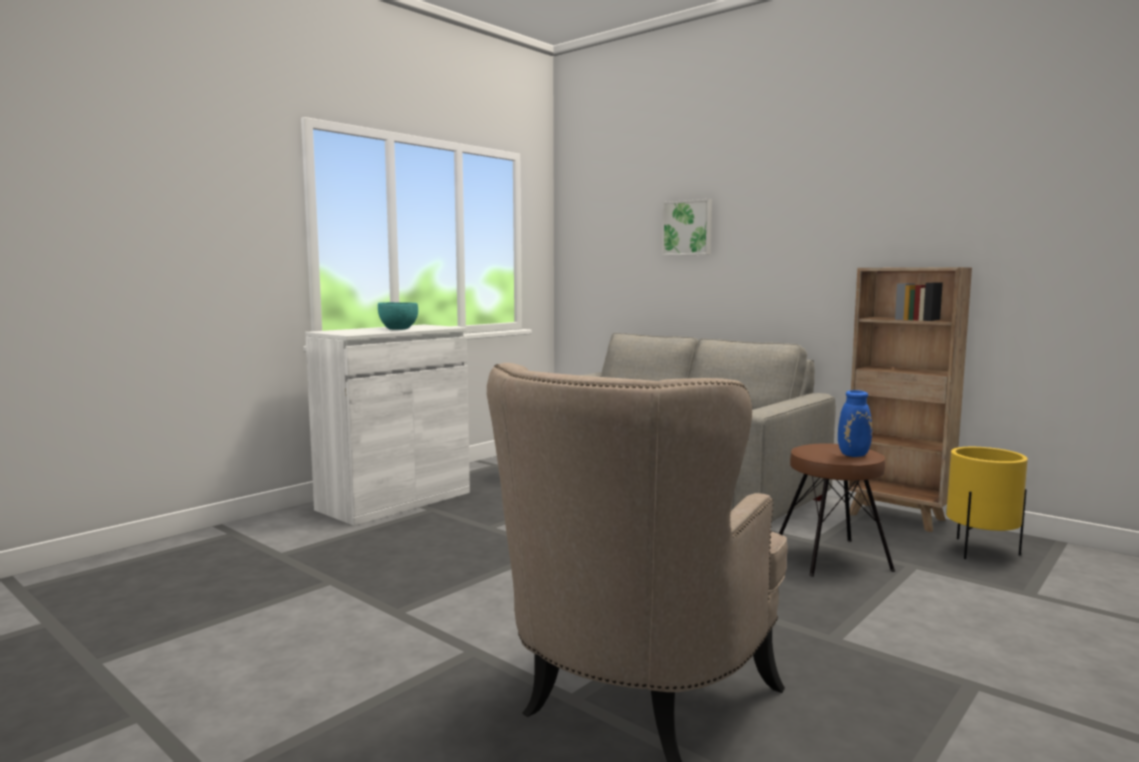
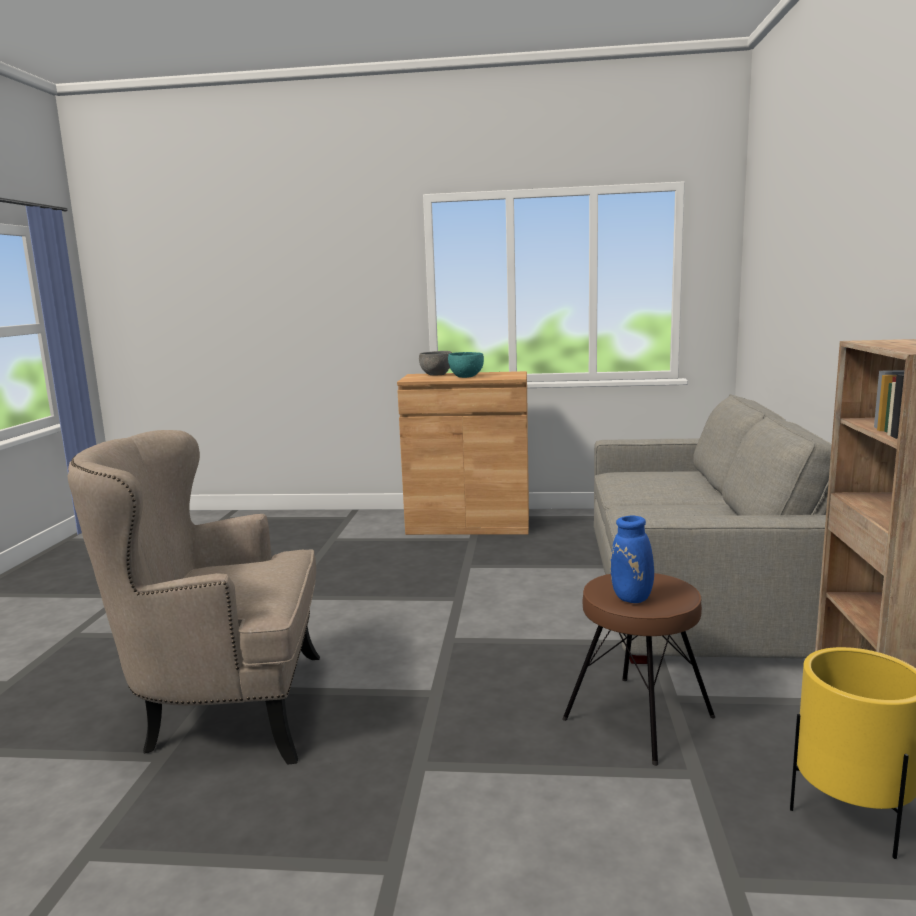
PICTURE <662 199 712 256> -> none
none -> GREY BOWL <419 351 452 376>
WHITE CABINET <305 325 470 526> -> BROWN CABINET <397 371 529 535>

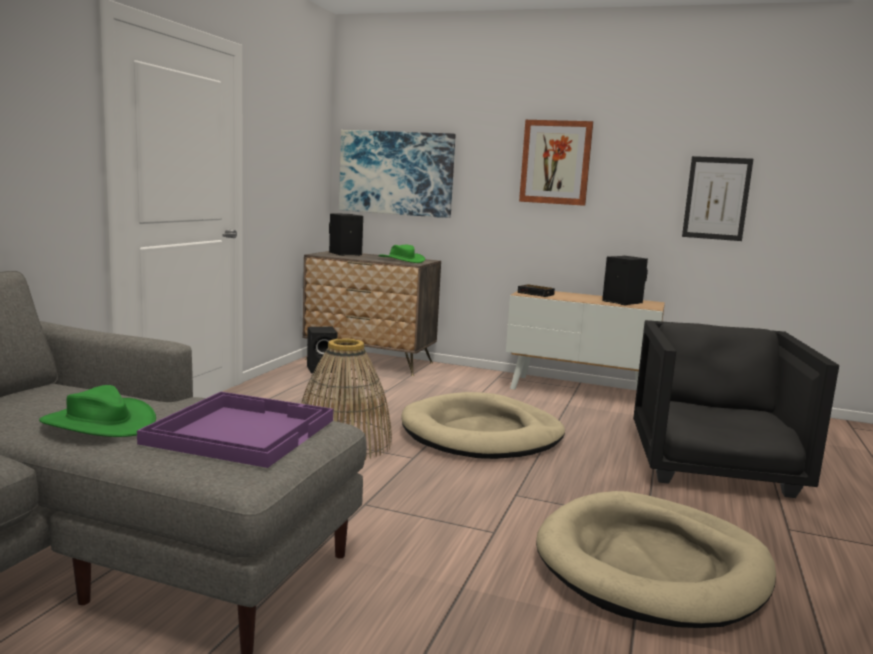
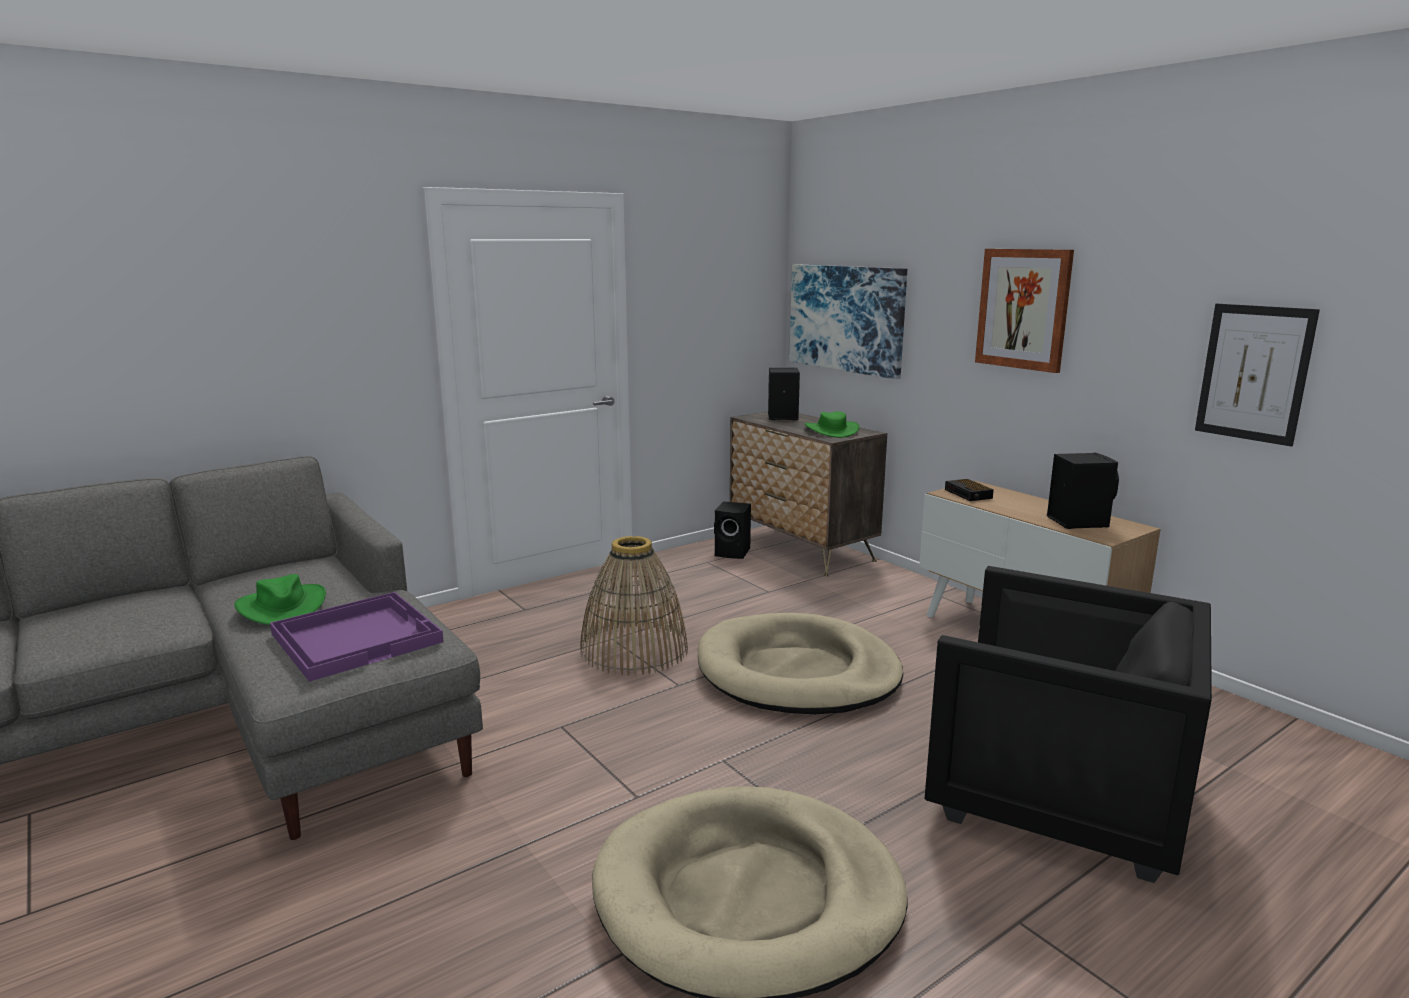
BLACK ARMCHAIR <633 320 839 498> -> BLACK ARMCHAIR <925 566 1212 883>, 75 degrees clockwise

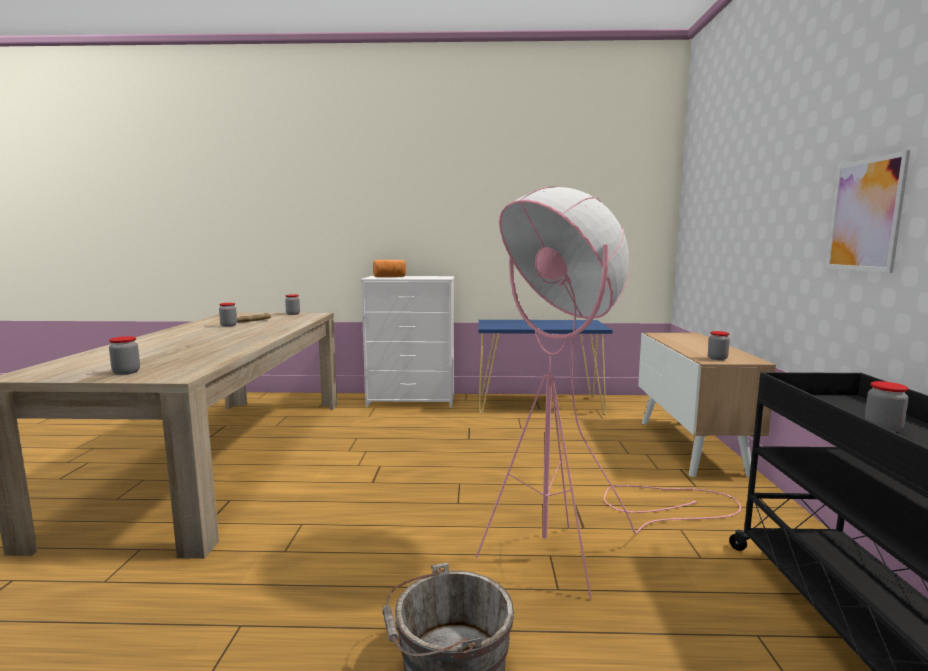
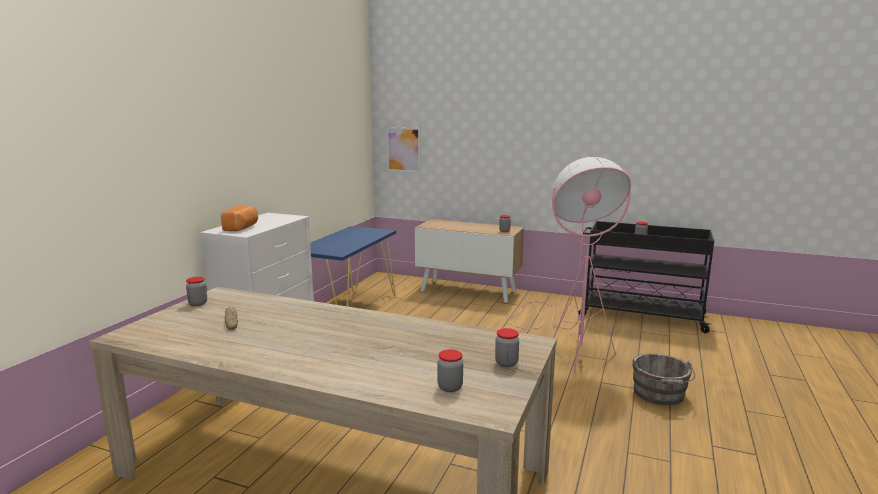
JAR <219 303 237 327> -> JAR <438 349 463 392>, moved
PICTURE <826 150 910 273> -> PICTURE <386 127 421 173>, moved

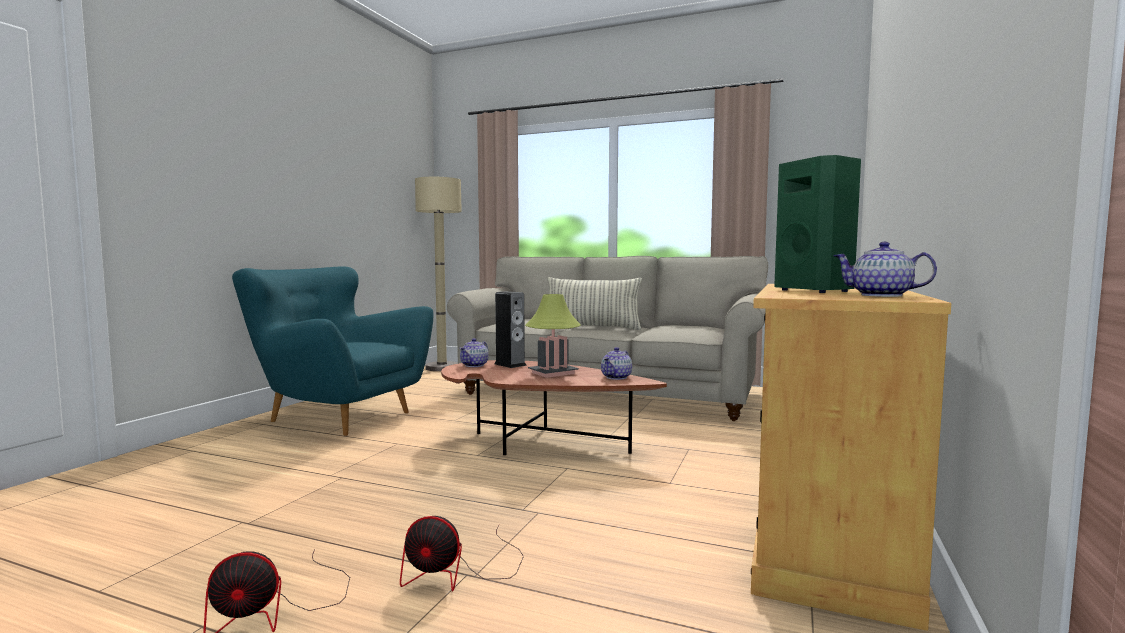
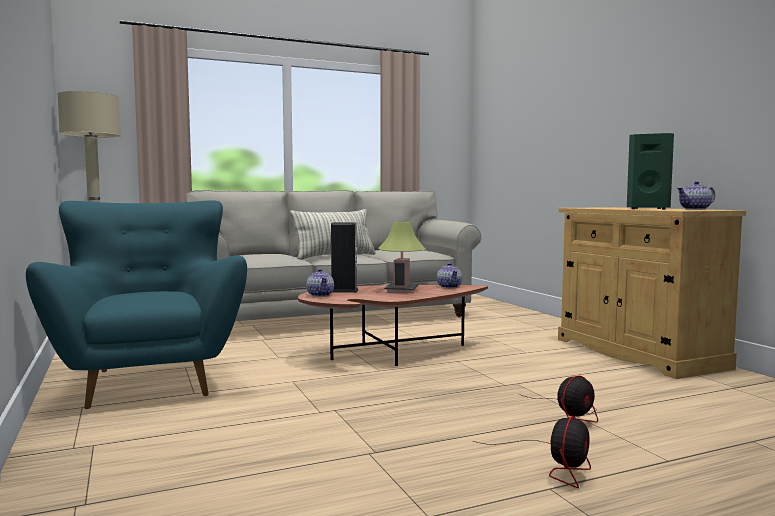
TURQUOISE ARMCHAIR <232 267 433 436> -> TURQUOISE ARMCHAIR <26 200 247 409>, 90 degrees clockwise

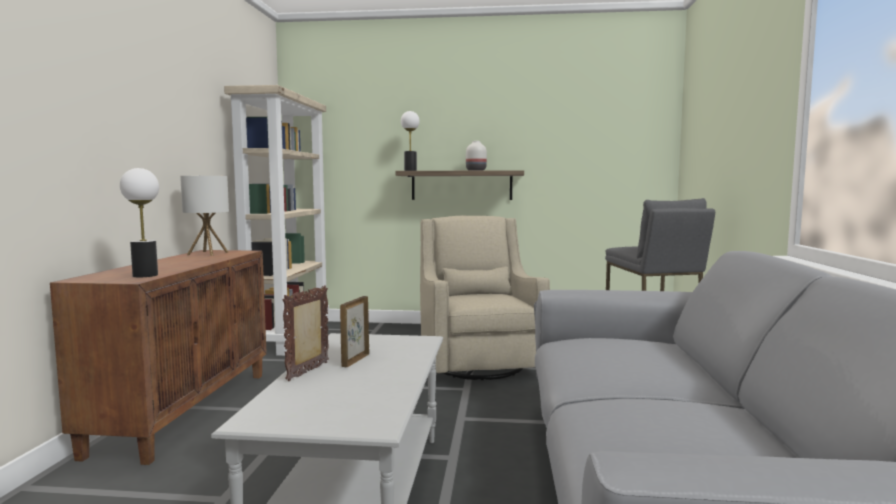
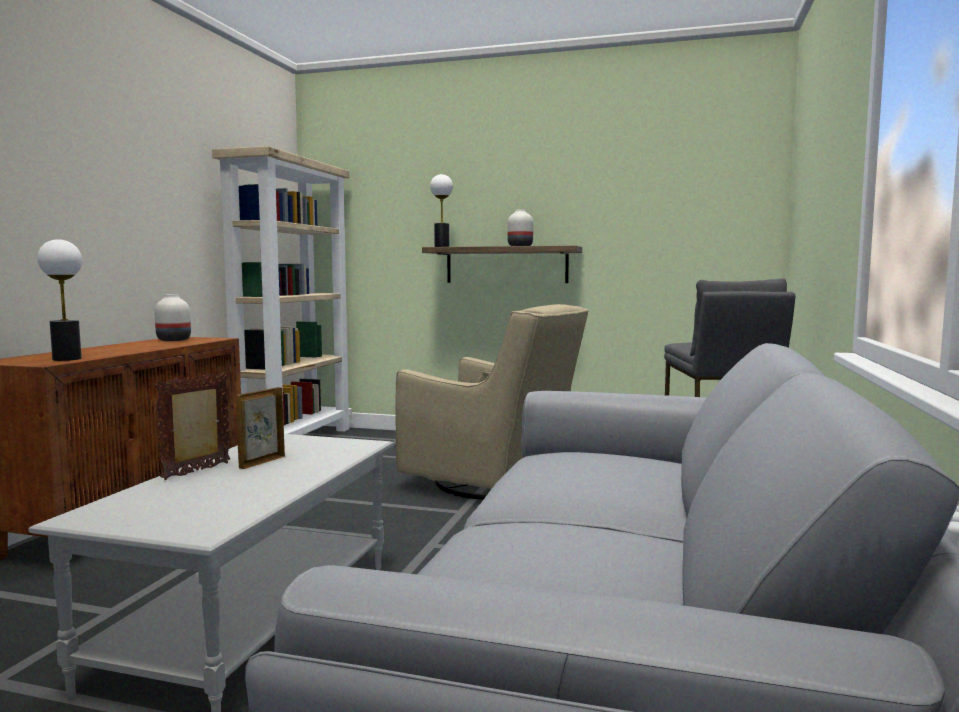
TABLE LAMP <180 176 229 256> -> WHITE VASE <155 294 191 341>
BEIGE ARMCHAIR <420 216 550 380> -> BEIGE ARMCHAIR <395 304 589 500>, 120 degrees clockwise

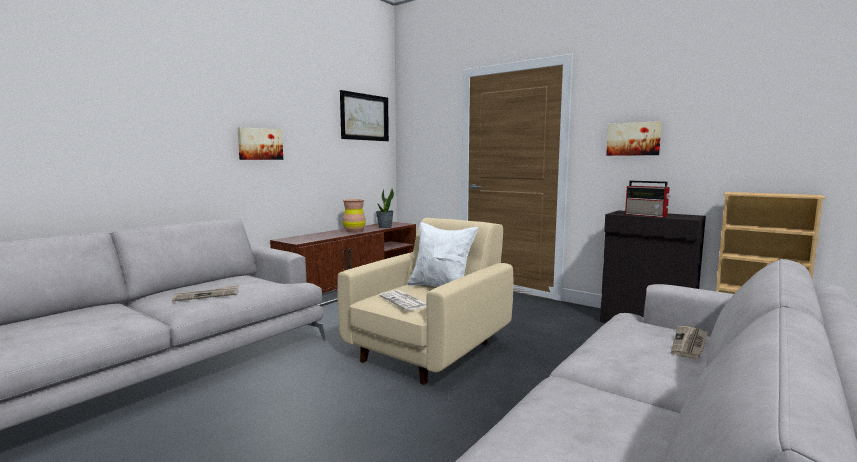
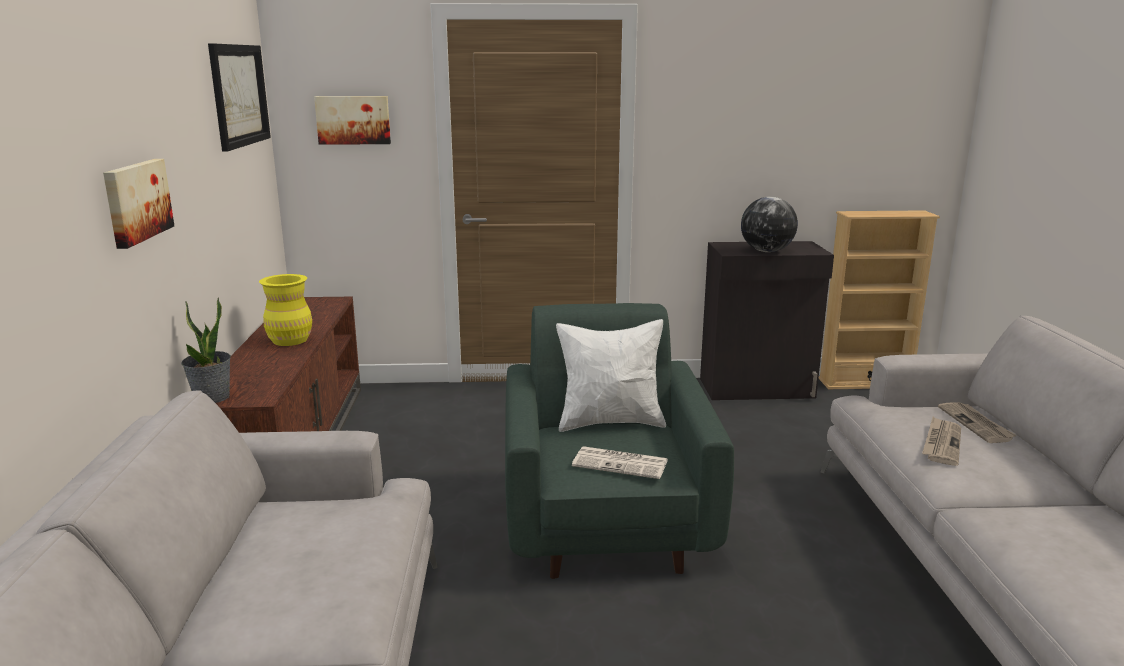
NEWSPAPER <172 285 239 301> -> NEWSPAPER <922 417 961 466>, moved
POTTED PLANT <376 189 394 228> -> POTTED PLANT <181 298 231 403>, moved
PICTURE <606 121 662 156> -> PICTURE <314 96 391 145>, moved
RADIO <625 181 670 218> -> GLOBE <741 197 798 252>
BEIGE ARMCHAIR <337 218 513 385> -> GREEN ARMCHAIR <505 303 734 579>
BROWN VASE <342 199 366 232> -> YELLOW VASE <259 274 312 346>

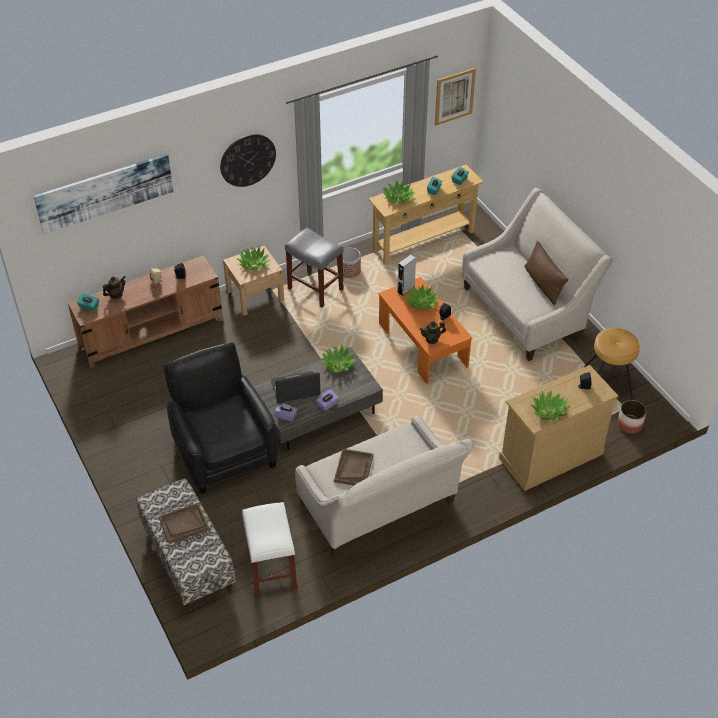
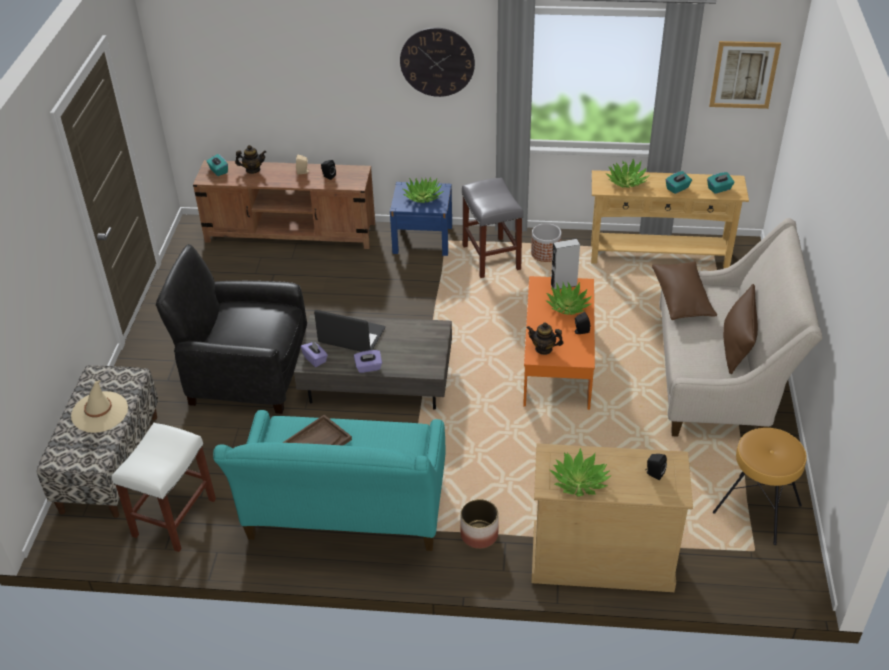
PICTURE <33 154 174 234> -> none
POTTED PLANT <321 345 357 373> -> none
none -> BROWN PILLOW <652 261 717 320>
PLANTER <617 400 647 433> -> PLANTER <460 499 498 549>, moved
BROWN TRAY <159 503 209 544> -> BEIGE HAT <71 380 128 433>
BEIGE NIGHTSTAND <223 246 284 316> -> BLUE NIGHTSTAND <390 182 452 256>
BEIGE SOFA <295 416 474 557> -> TURQUOISE SOFA <213 410 445 551>
BLACK ARMCHAIR <164 343 278 494> -> BLACK ARMCHAIR <156 244 307 414>, 90 degrees counterclockwise

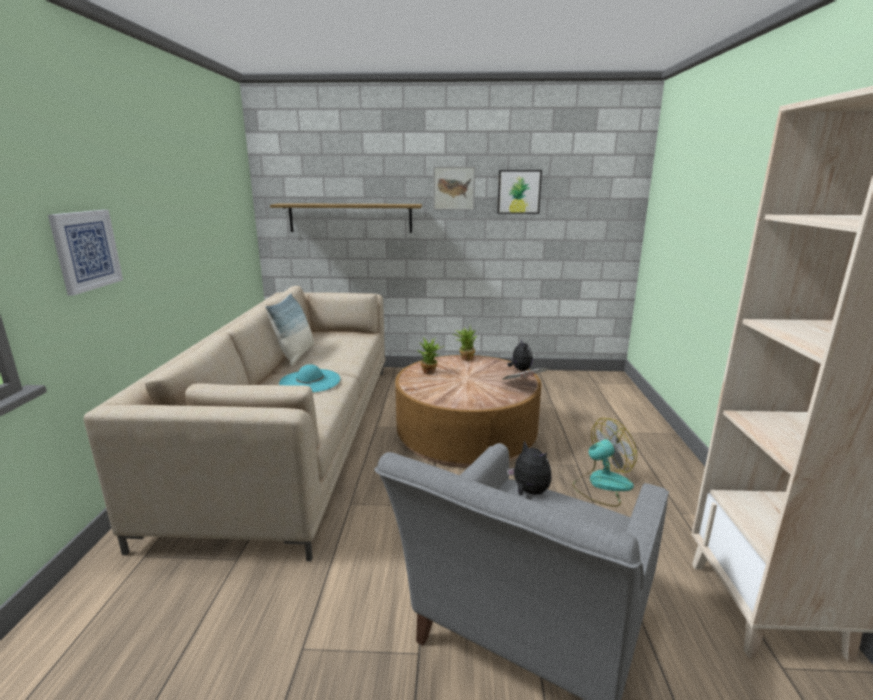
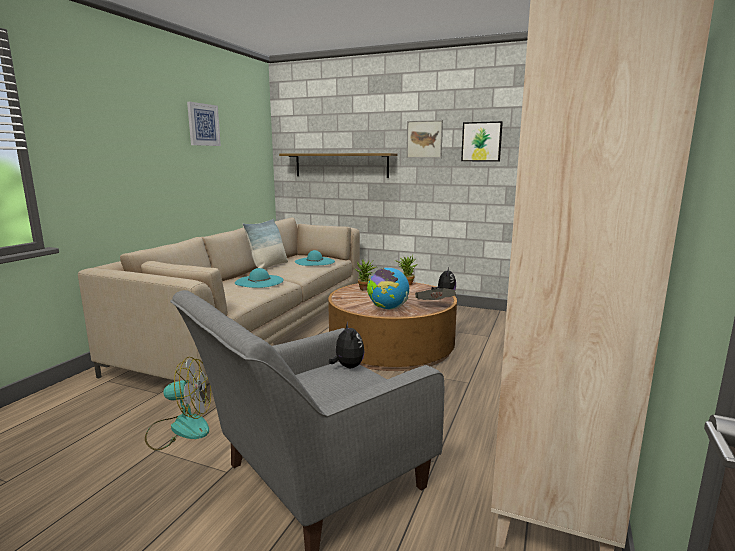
none -> TURQUOISE HAT <295 250 335 266>
none -> GLOBE <367 268 409 310>
PICTURE <48 210 123 295> -> PICTURE <187 102 221 146>, moved
FAN <573 418 637 507> -> FAN <145 357 211 450>, moved

